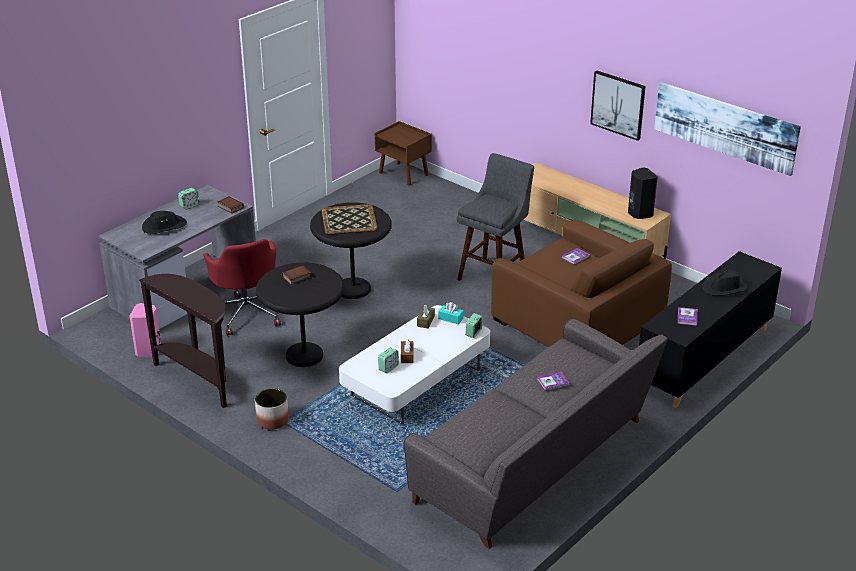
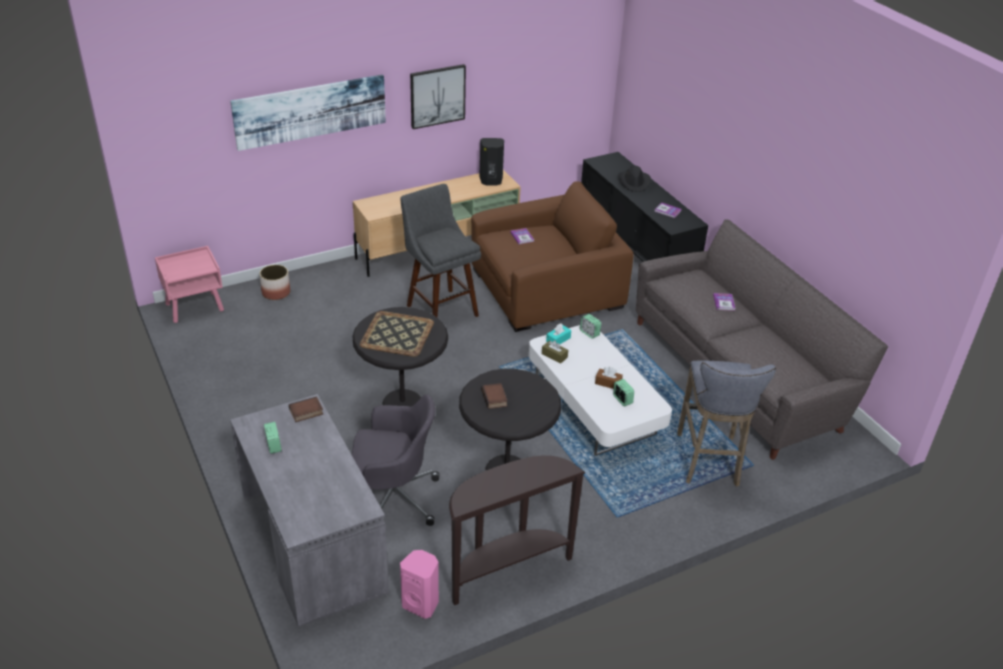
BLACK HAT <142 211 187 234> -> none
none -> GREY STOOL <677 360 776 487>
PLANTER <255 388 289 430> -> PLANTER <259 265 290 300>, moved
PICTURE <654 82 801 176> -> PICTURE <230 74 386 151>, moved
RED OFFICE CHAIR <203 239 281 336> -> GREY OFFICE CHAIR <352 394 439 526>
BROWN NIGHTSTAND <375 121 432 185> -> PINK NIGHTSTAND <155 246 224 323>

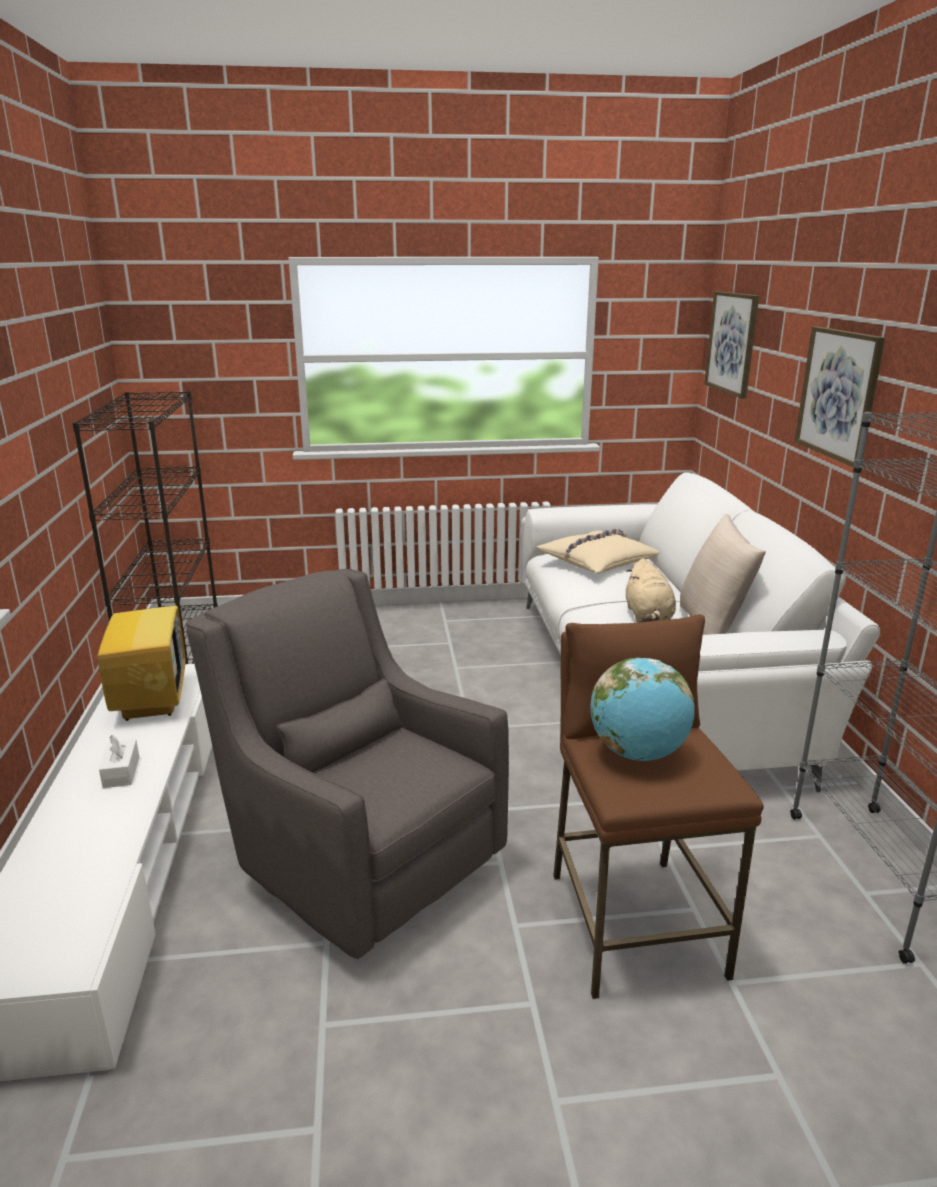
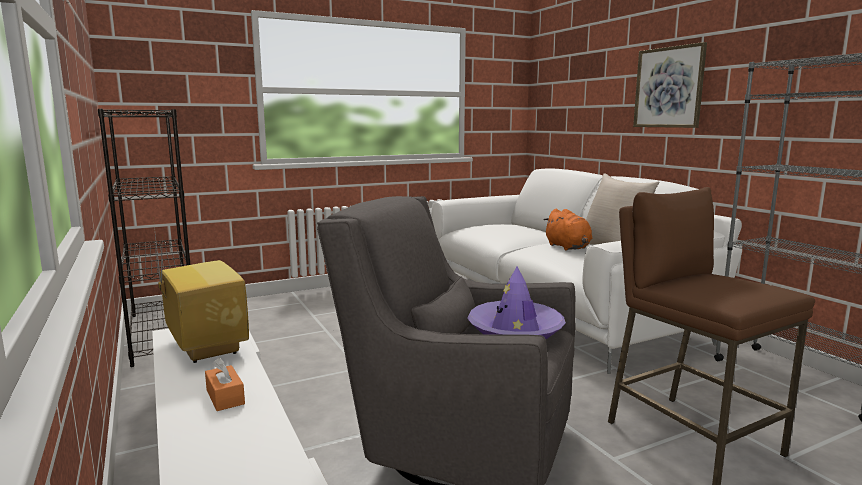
BEIGE PILLOW <537 528 659 573> -> none
GLOBE <590 657 695 761> -> none
PICTURE <704 291 759 398> -> none
none -> PURPLE HAT <467 267 566 339>
WHITE TISSUE BOX <99 735 139 788> -> ORANGE TISSUE BOX <205 358 245 411>
BEIGE PLUSH TOY <626 558 676 623> -> ORANGE PLUSH TOY <544 209 592 250>

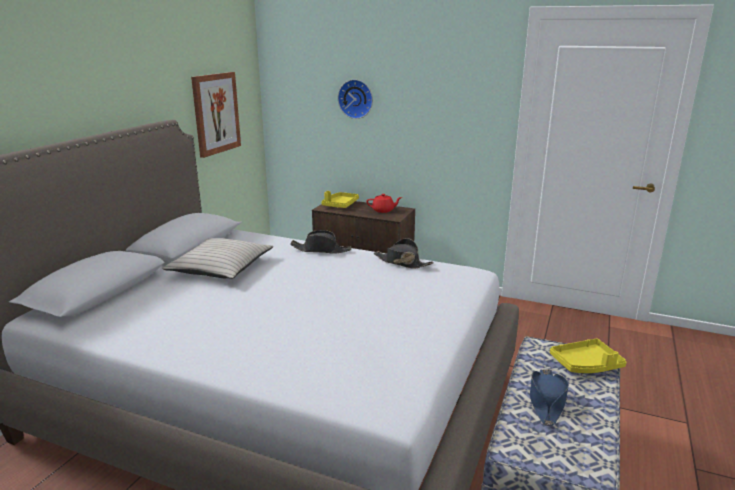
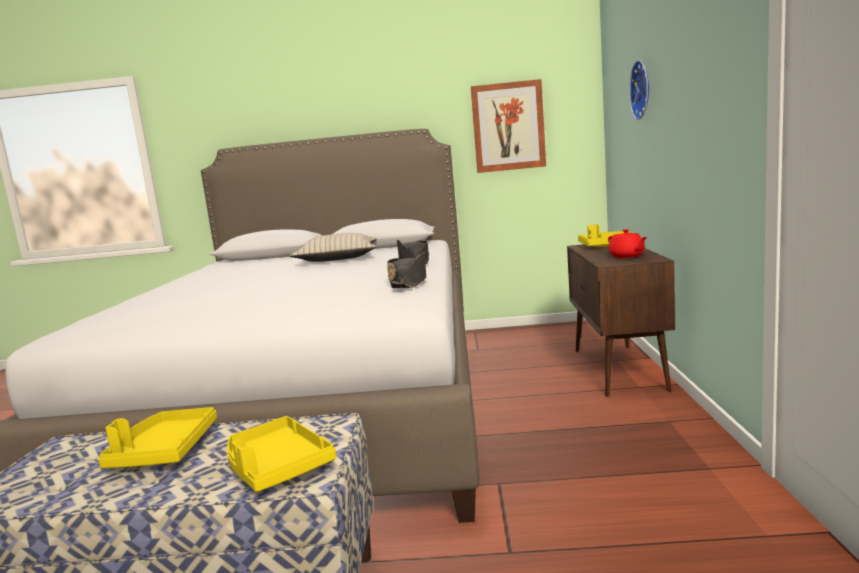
BLUE HAT <530 369 569 426> -> YELLOW TRAY <98 407 217 469>

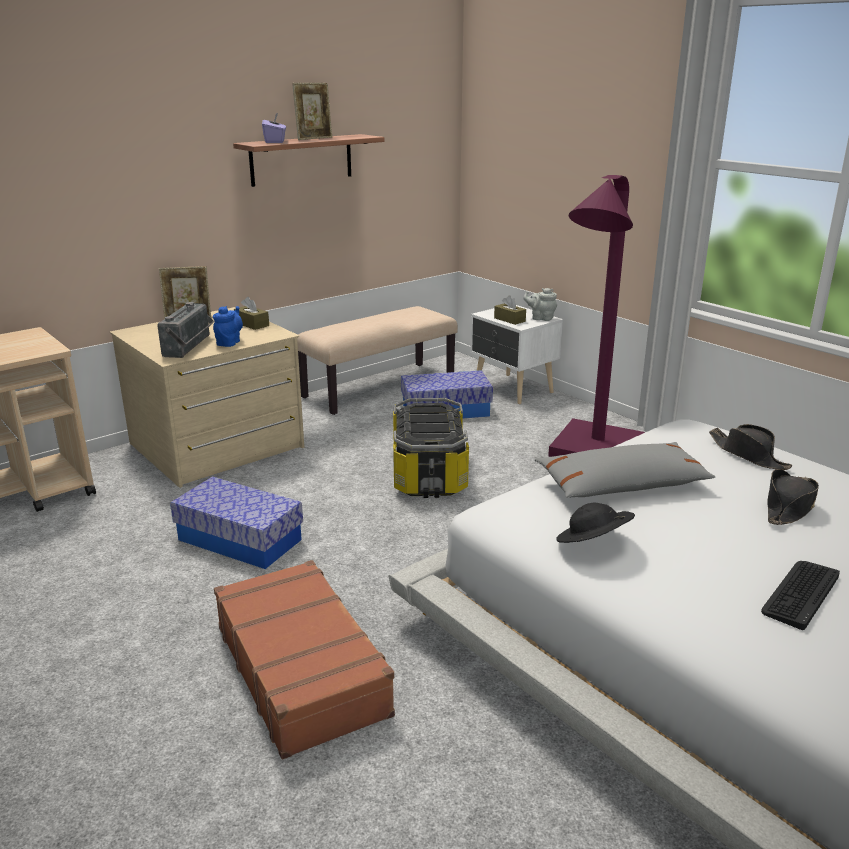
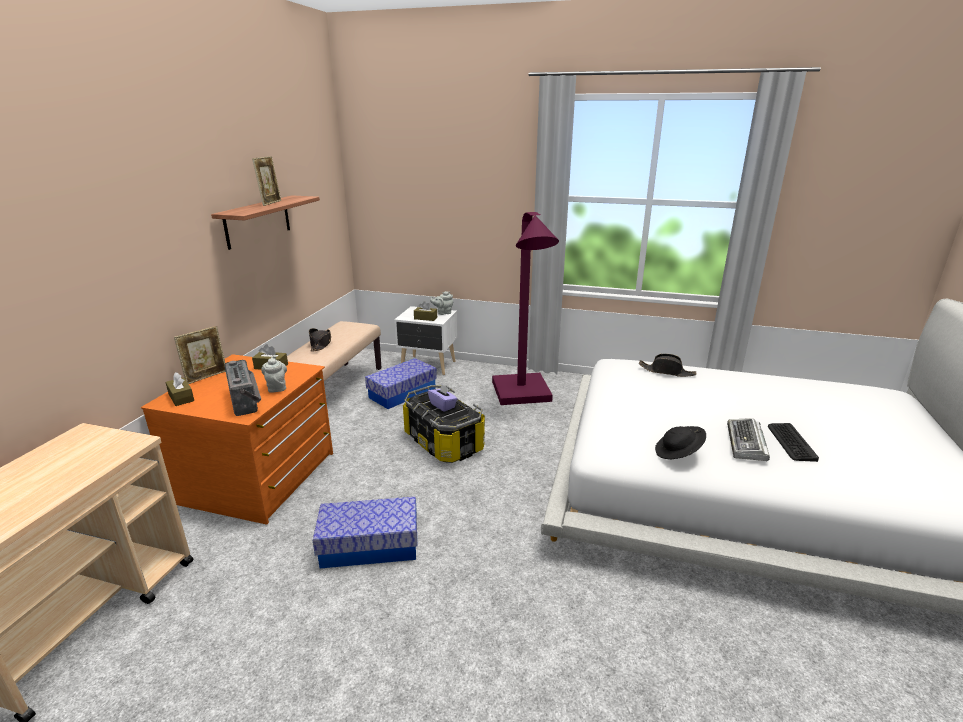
BROWN SUITCASE <214 560 395 760> -> none
GREY PILLOW <535 442 715 498> -> none
none -> BROWN TISSUE BOX <165 372 194 406>
none -> KEYBOARD <727 418 770 461>
PURPLE TISSUE BOX <262 113 286 143> -> PURPLE TISSUE BOX <428 384 458 412>, moved
BLACK HAT <767 469 819 525> -> BLACK HAT <309 328 331 352>, moved
BEIGE DRESSER <110 307 304 488> -> ORANGE DRESSER <141 354 333 525>
BLUE TEAPOT <213 306 243 347> -> GREY TEAPOT <261 355 287 393>

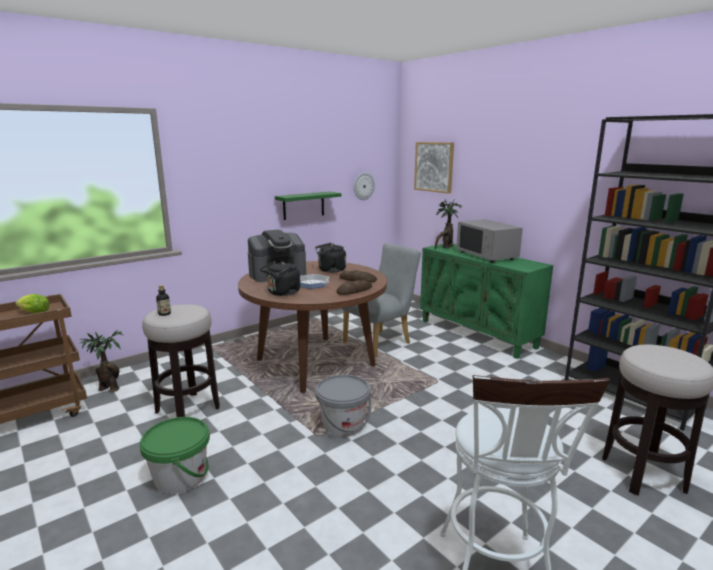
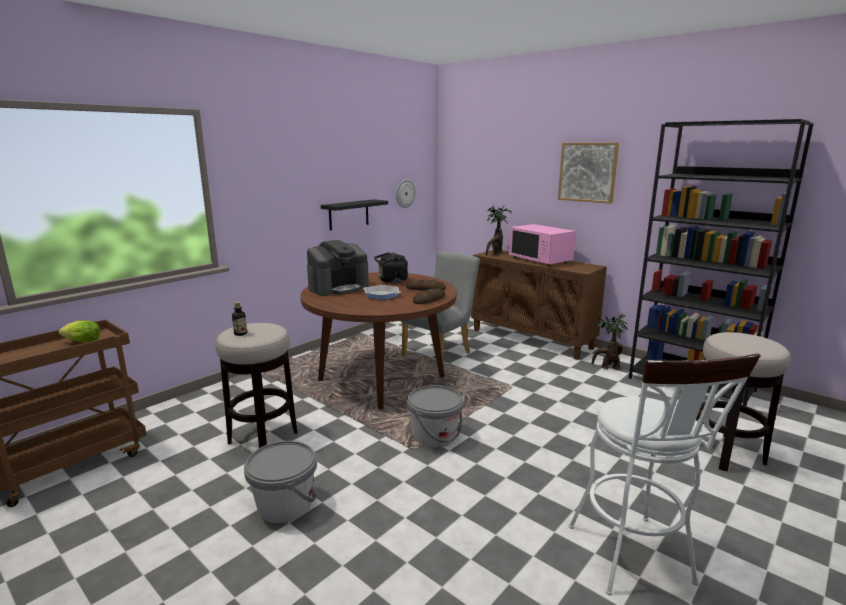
BLACK KETTLE <260 261 300 296> -> none
POTTED PLANT <79 330 123 392> -> POTTED PLANT <589 313 628 369>, moved
PICTURE <414 142 454 194> -> PICTURE <558 143 619 204>, moved
GREEN BUCKET <140 417 210 494> -> GREY BUCKET <244 441 317 523>
GREEN SHELF <275 192 342 220> -> BLACK SHELF <321 199 388 230>
GREEN CABINET <420 244 553 359> -> BROWN CABINET <471 250 607 360>
GREY MICROWAVE <456 219 523 263> -> PINK MICROWAVE <509 224 576 267>

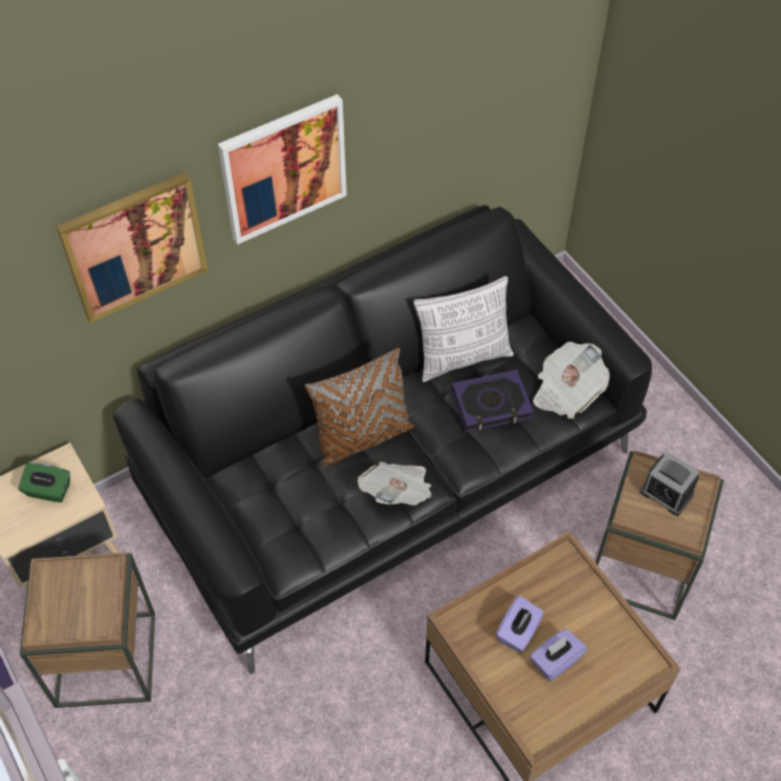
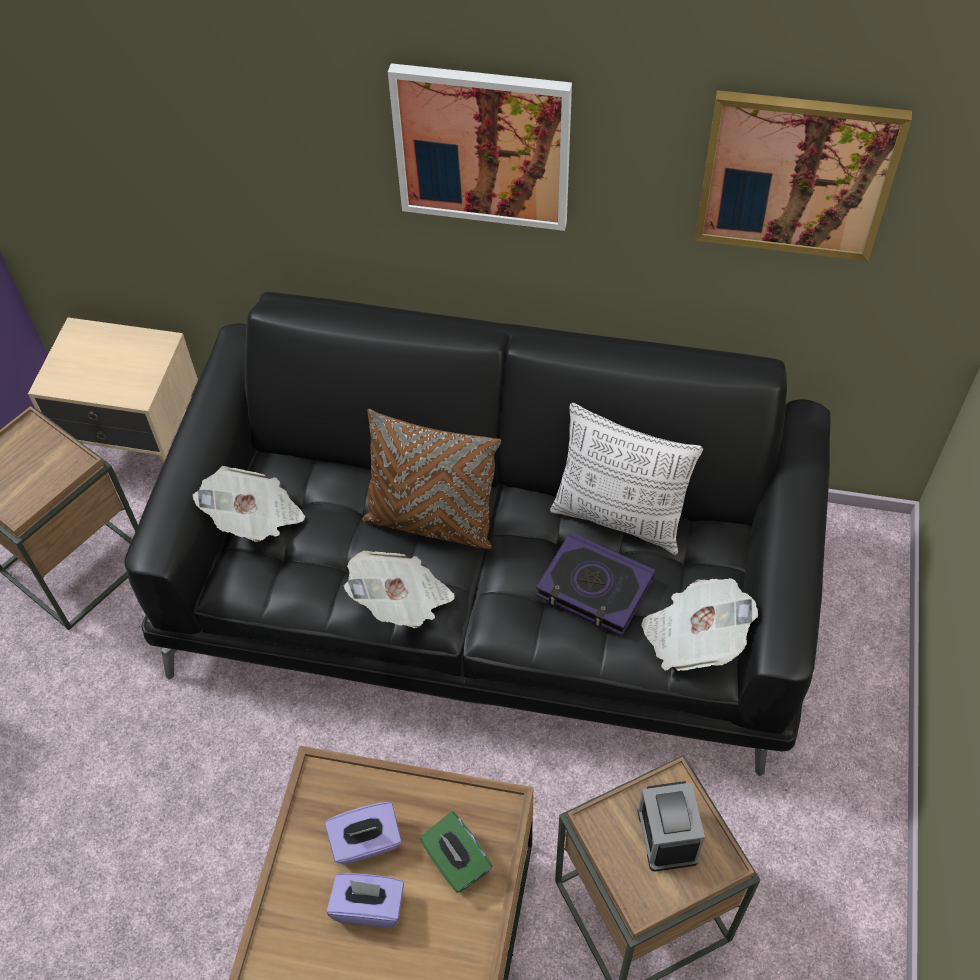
none -> NEWSPAPER <193 466 305 542>
GREEN TISSUE BOX <18 463 70 502> -> GREEN TISSUE BOX <420 811 492 893>, moved
PICTURE <56 172 208 323> -> PICTURE <695 90 912 261>, moved

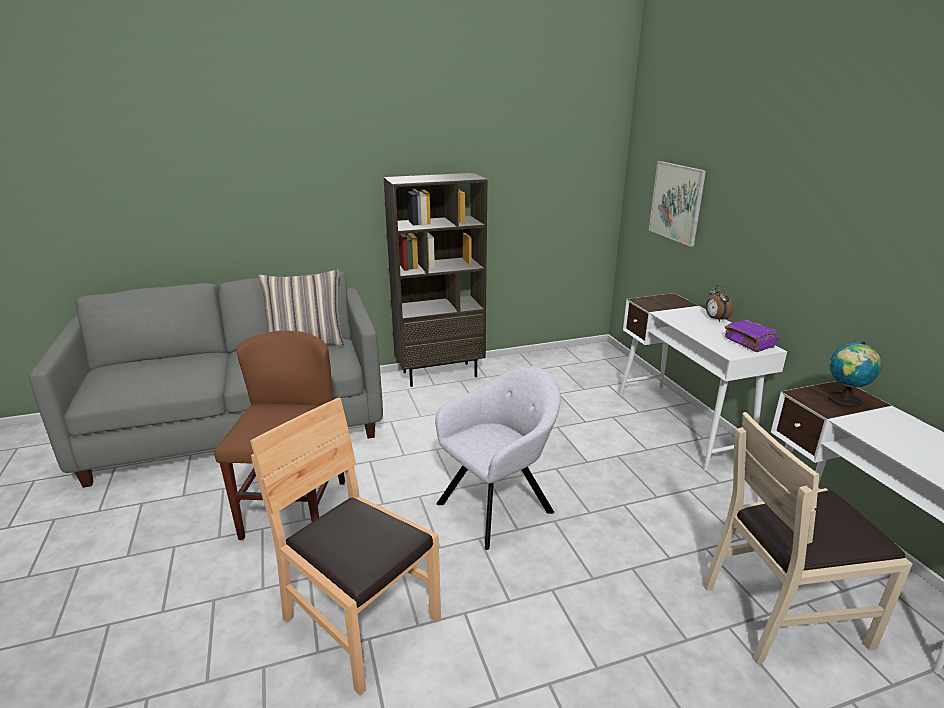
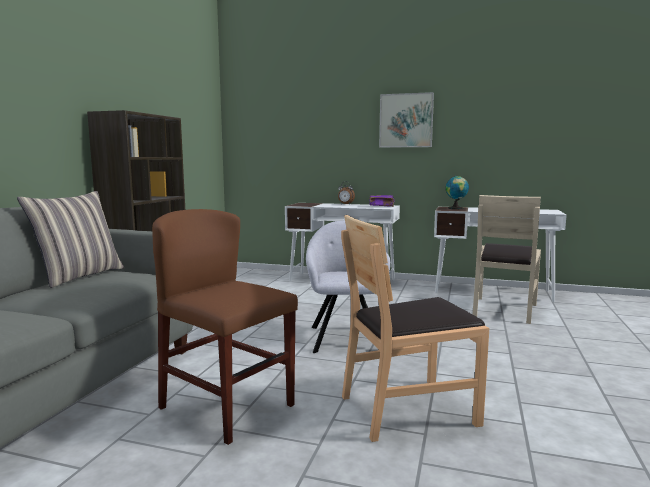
PICTURE <649 161 706 247> -> PICTURE <379 92 434 148>, moved

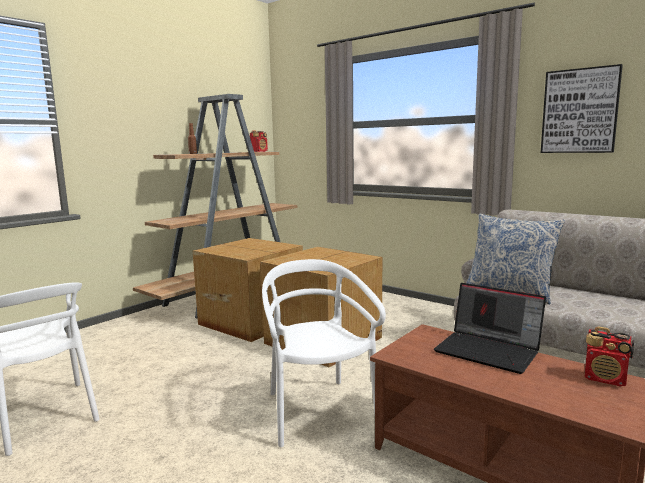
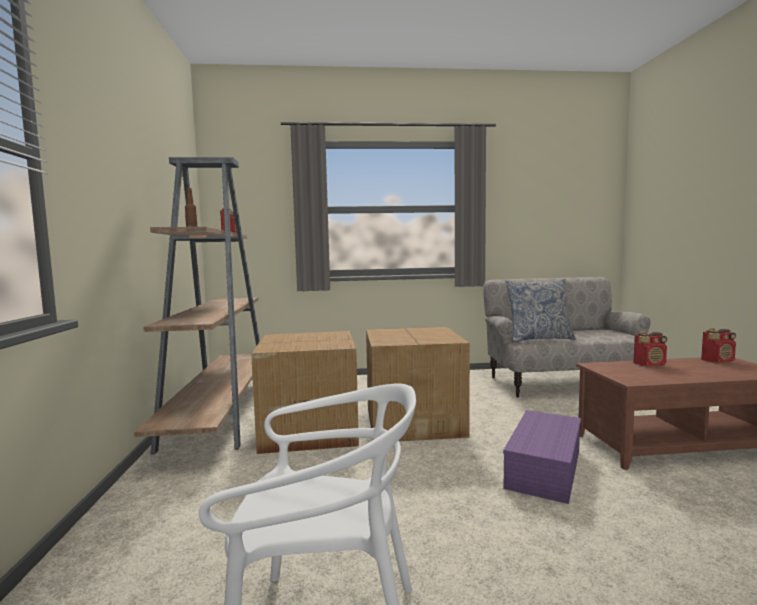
PICTURE <541 64 623 153> -> none
WHITE CHAIR <262 259 386 447> -> PURPLE STORAGE BOX <503 410 581 504>
LAPTOP <434 283 546 374> -> RADIO <633 331 667 366>

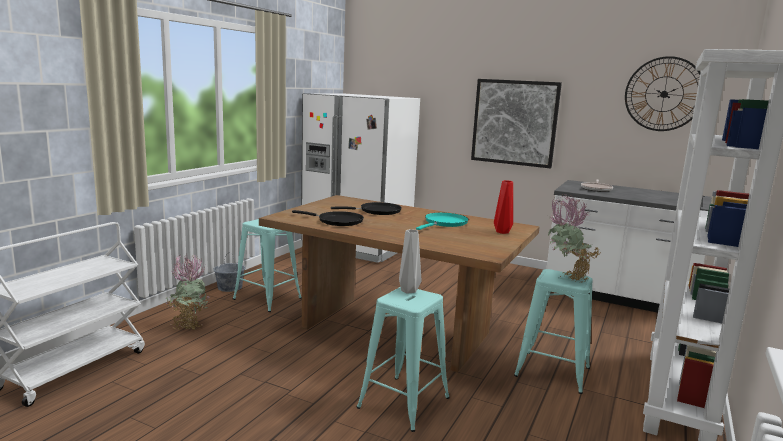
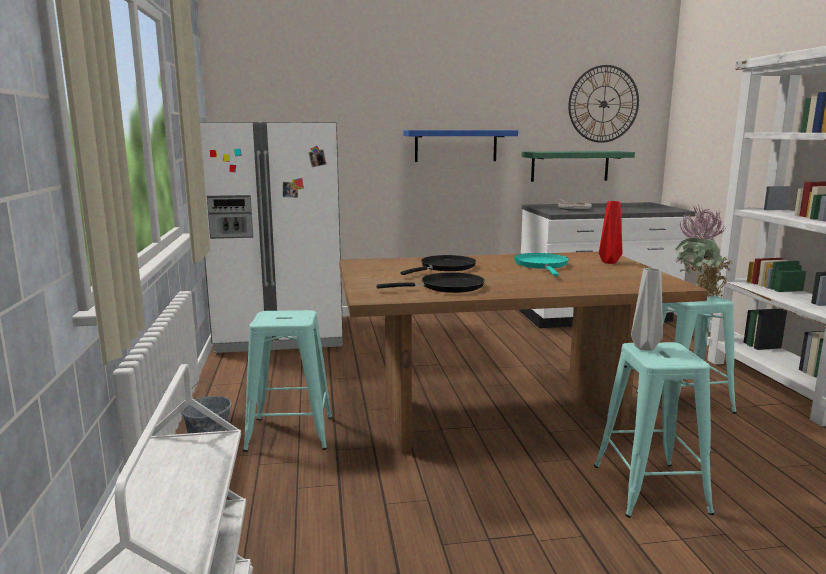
POTTED PLANT <166 254 210 330> -> none
none -> GREEN SHELF <522 151 635 182>
PICTURE <471 79 562 168> -> BLUE SHELF <404 130 518 162>

